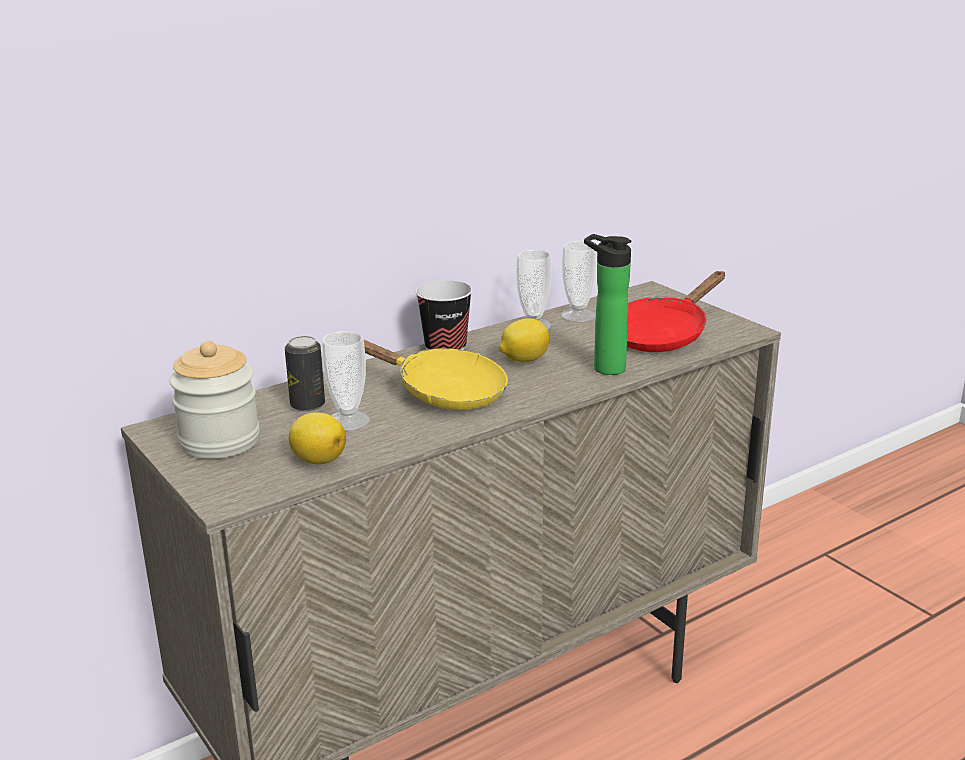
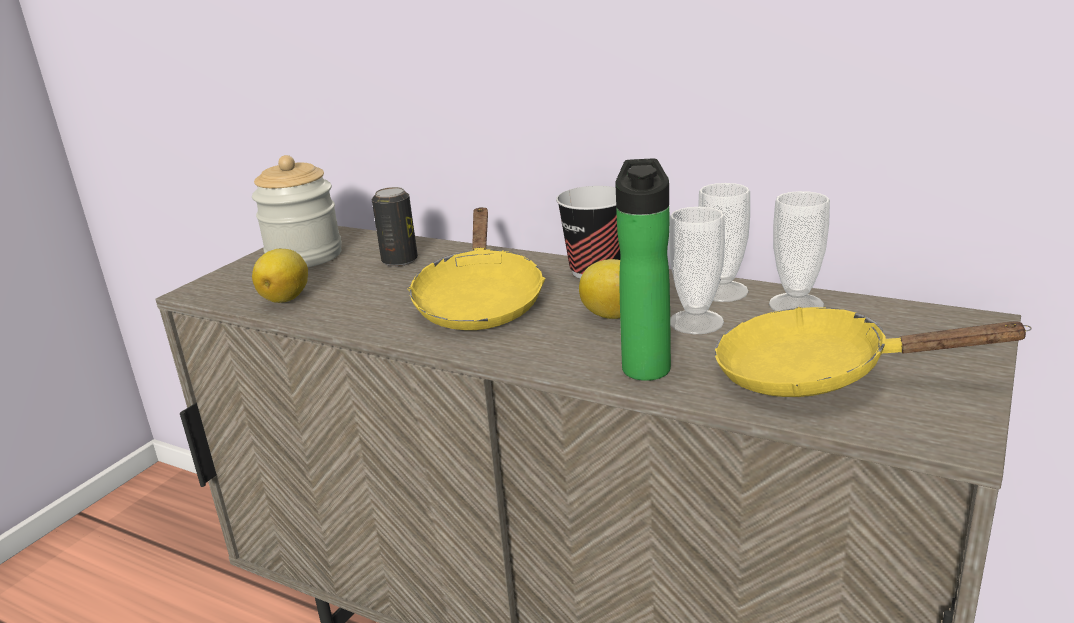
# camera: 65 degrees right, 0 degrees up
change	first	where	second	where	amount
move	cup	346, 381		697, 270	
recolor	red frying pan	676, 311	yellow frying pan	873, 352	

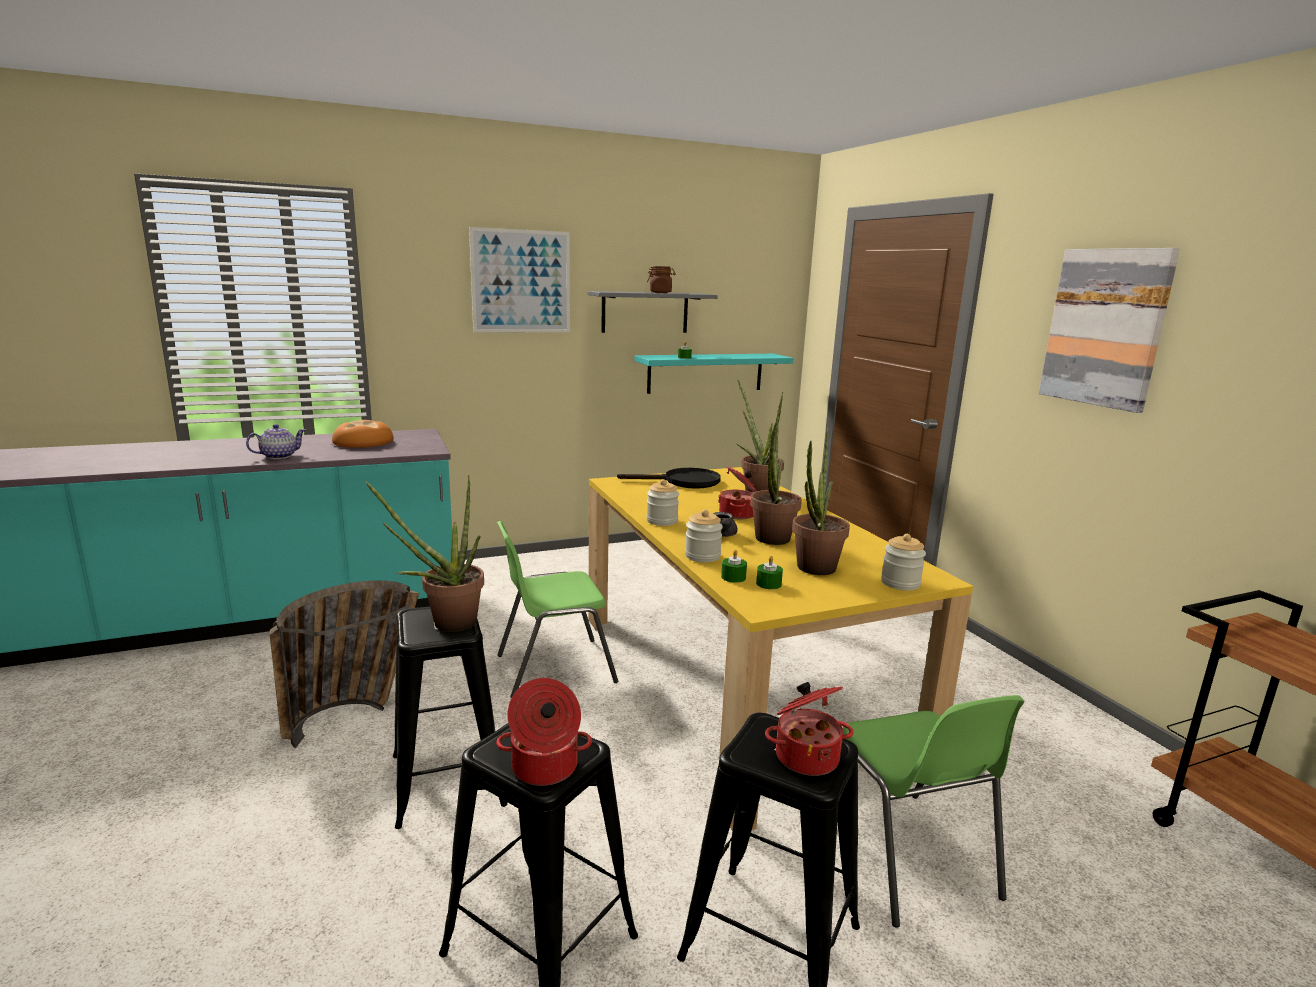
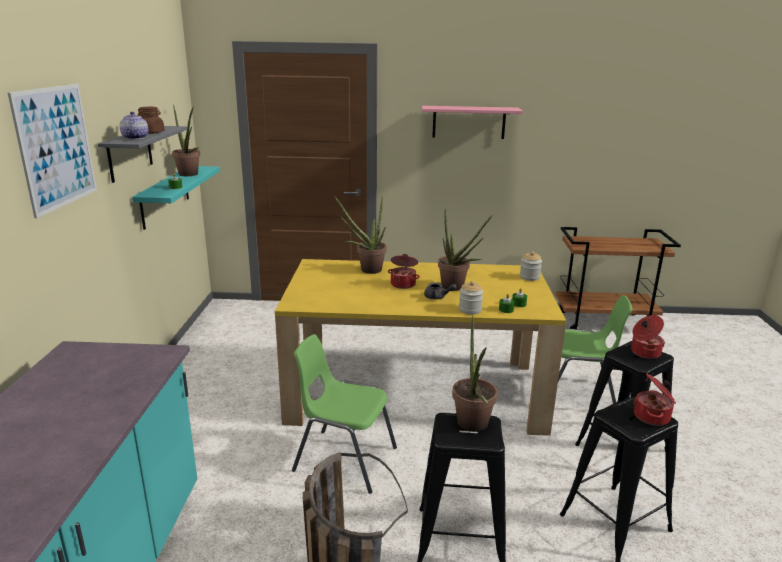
# camera: 65 degrees left, 5 degrees up
change	first	where	second	where	amount
move	teapot	276, 441		134, 126	
move	potted plant	821, 501		186, 140	
rotate	green chair	557, 609		344, 414	105 degrees clockwise
replace	picture	1109, 330	pink shelf	472, 122	
delete	bread	362, 434			
delete	black frying pan	669, 478			
delete	jar	662, 502			

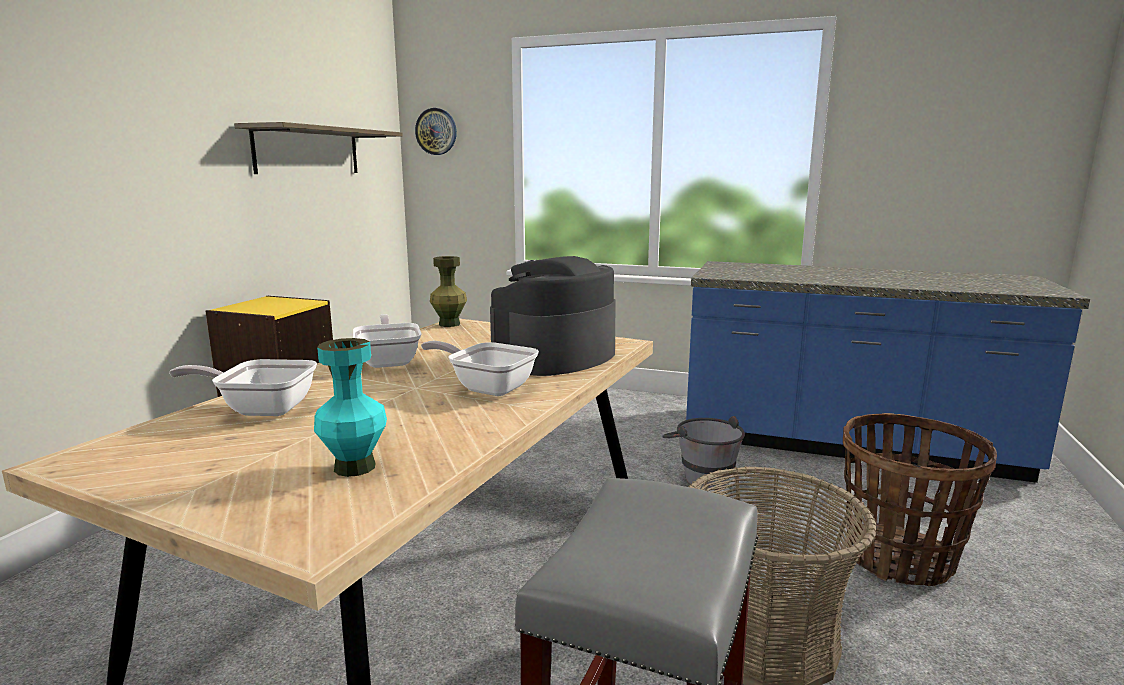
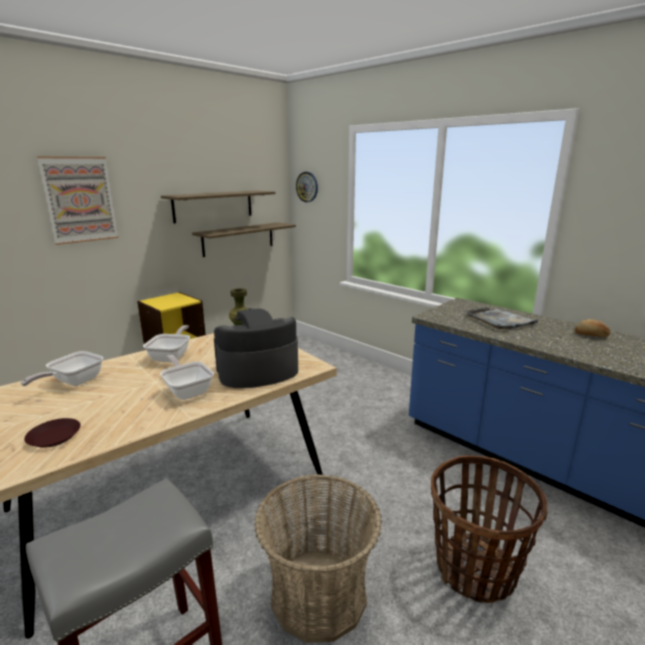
# camera: 25 degrees right, 5 degrees up
change	first	where	second	where	amount
rotate	frying pan	243, 387		62, 368	90 degrees counterclockwise
replace	turquoise vase	350, 407	brown plate	52, 433	
insert			picture	78, 200	
insert			shelf	244, 239	
insert			grey tray	502, 318	
insert			bread	592, 328	
delete	grey bucket	703, 453			

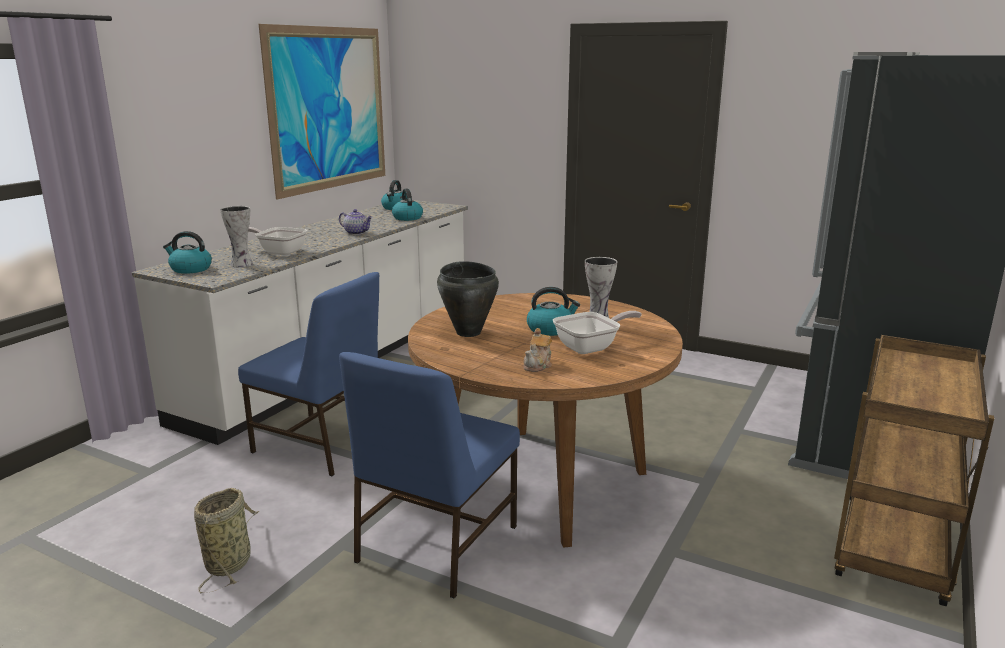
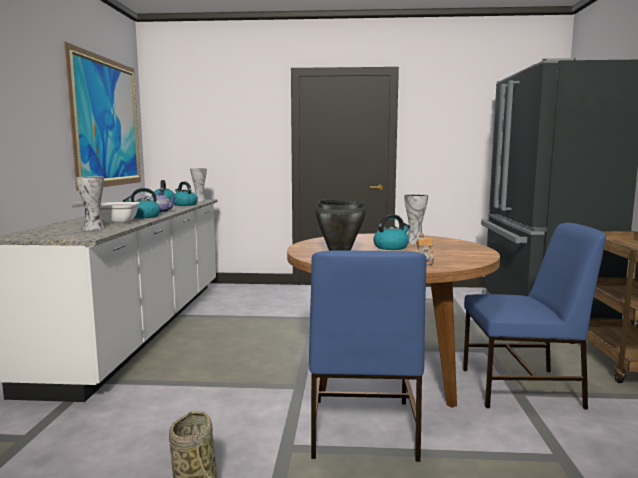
# camera: 25 degrees left, 10 degrees down
change	first	where	second	where	amount
move	kettle	187, 252		141, 203	
insert			vase	198, 185	
move	blue chair	308, 374		534, 316	
delete	frying pan	597, 332			

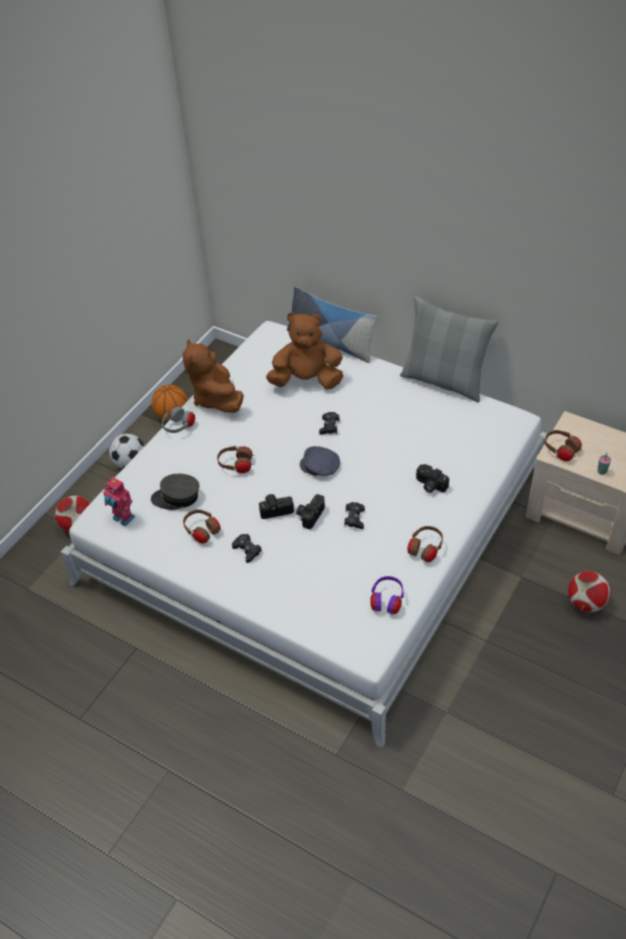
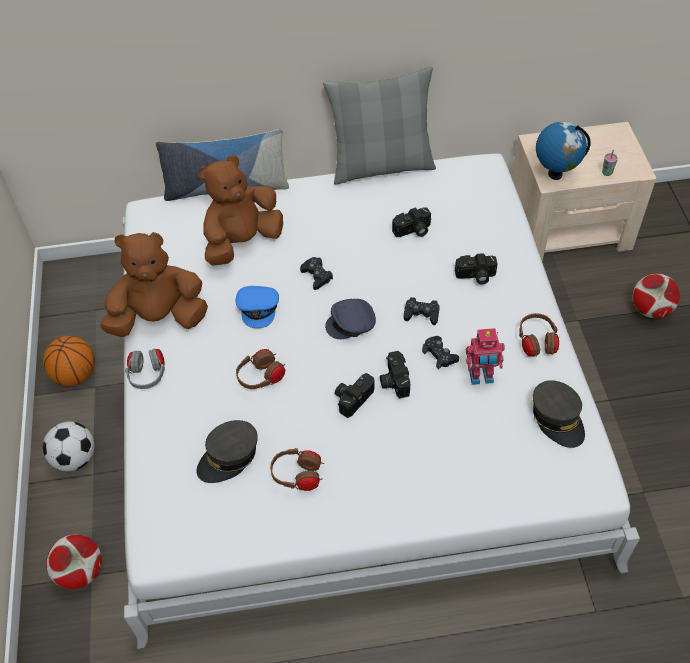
# camera: 40 degrees left, 5 degrees up
change	first	where	second	where	amount
rotate	brown plush toy	213, 376		154, 284	135 degrees clockwise
insert			blue cap	257, 307	
insert			photo camera	411, 222	
move	black game controller	247, 548		421, 311	
move	toy robot	119, 501		485, 356	
replace	purple headphones	387, 595	grey cap	559, 414	
replace	brown headphones	563, 445	globe	563, 151	

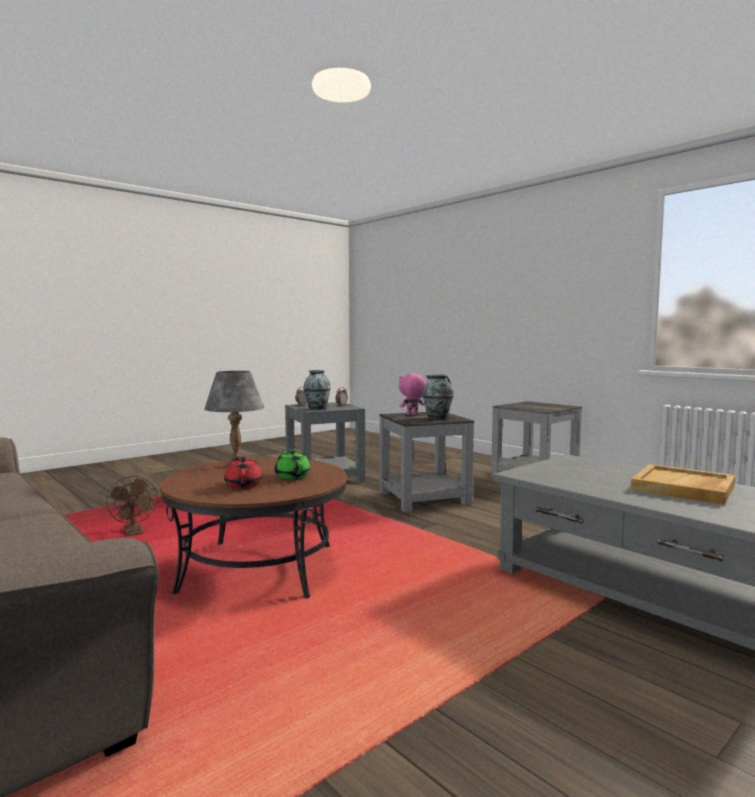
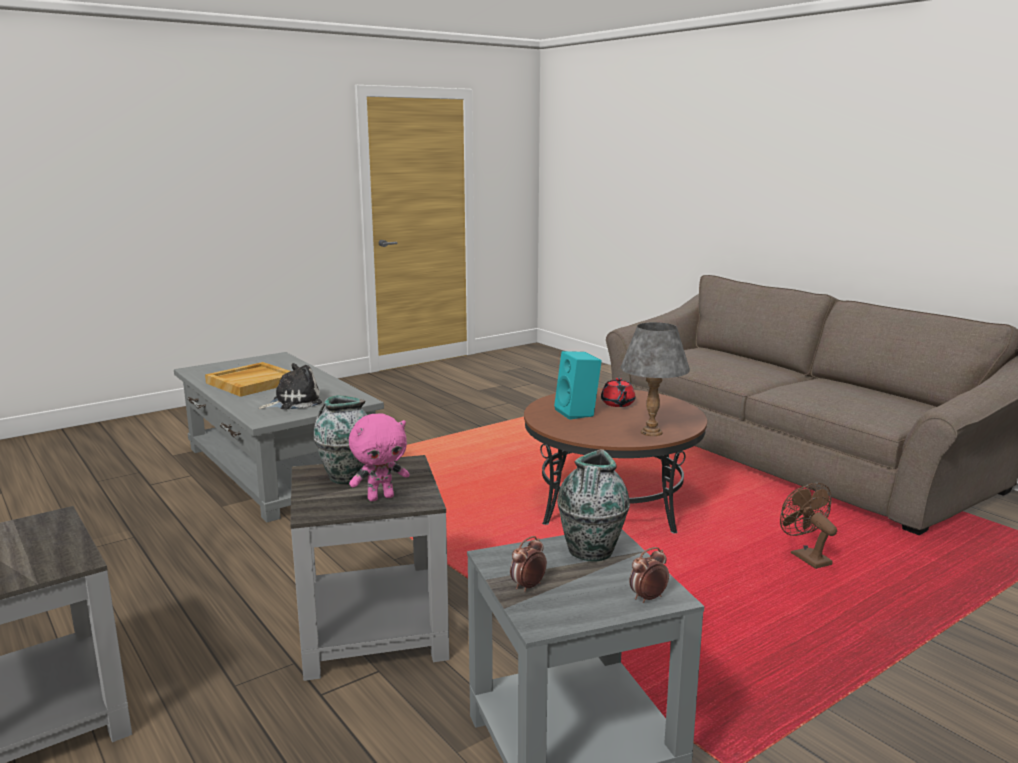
# camera: 175 degrees left, 10 degrees up
change	first	where	second	where	amount
insert			plush toy	290, 386	
replace	green teapot	292, 464	turquoise speaker	578, 385	

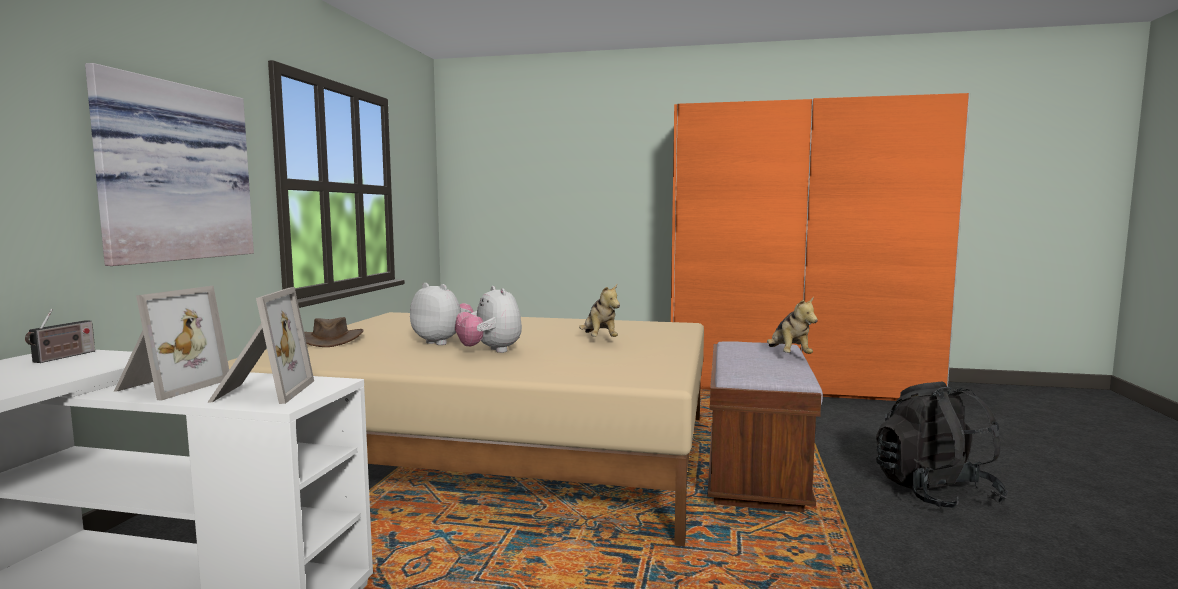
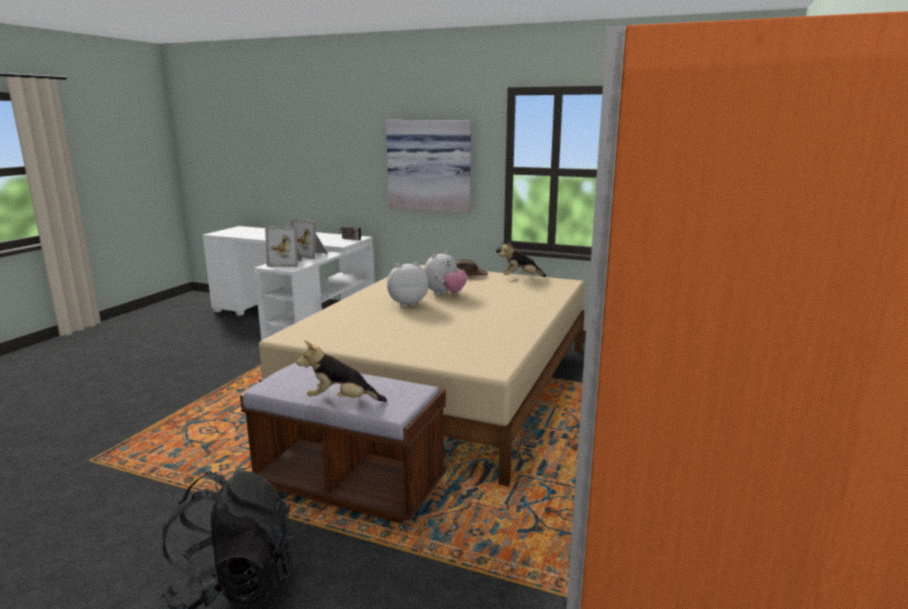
# camera: 100 degrees right, 10 degrees up
change	first	where	second	where	amount
move	plush toy	599, 310		522, 259	

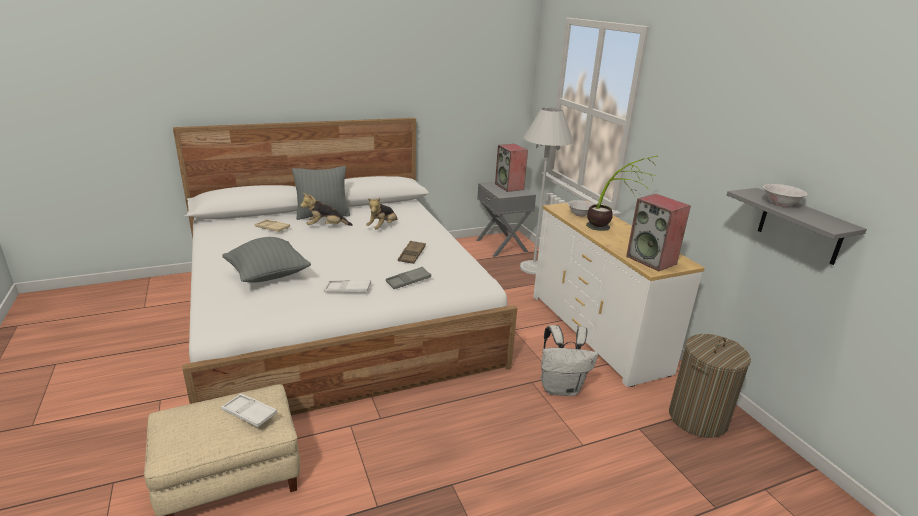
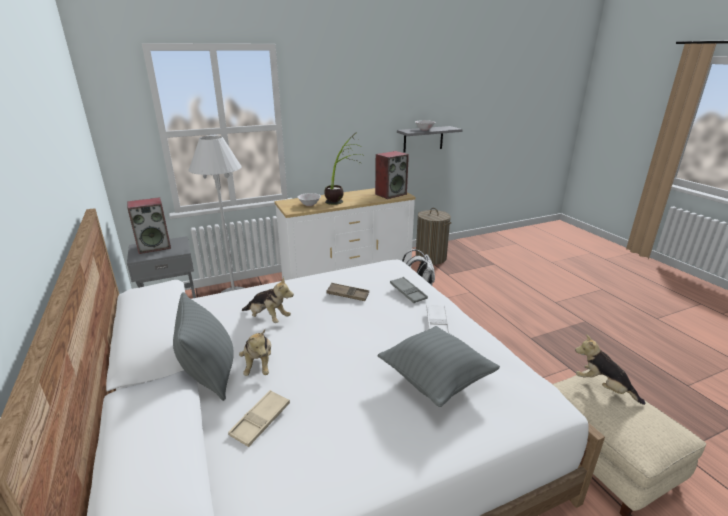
# camera: 90 degrees left, 0 degrees up
change	first	where	second	where	amount
replace	white tray	249, 410	plush toy	610, 369	

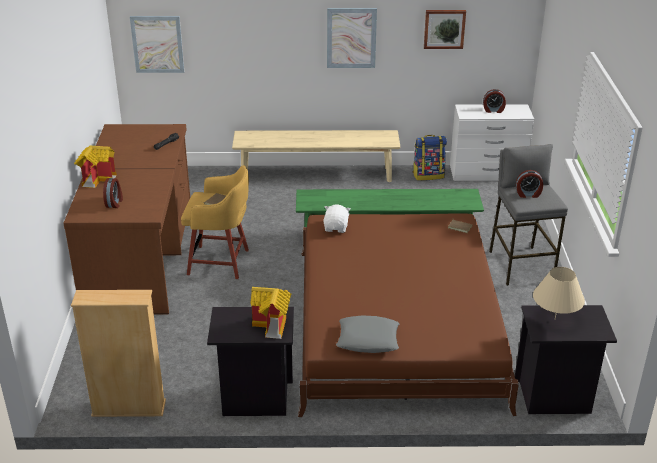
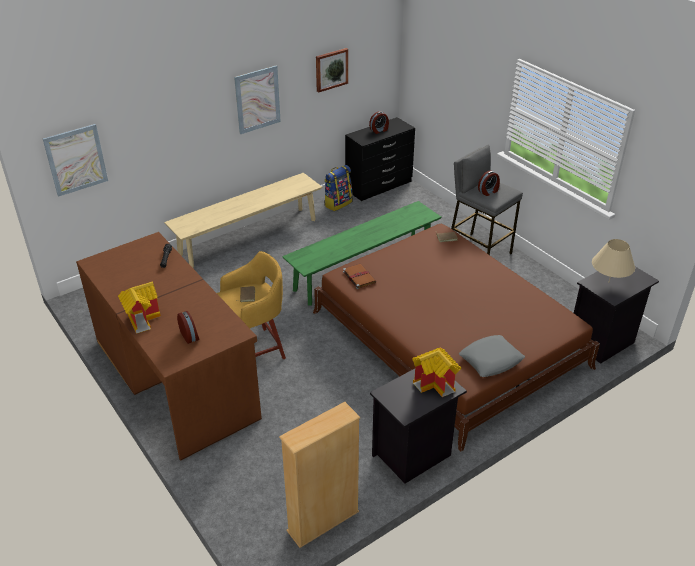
# camera: 35 degrees left, 5 degrees up
change	first	where	second	where	amount
replace	white plush toy	337, 219	brown book	359, 276	
recolor	white dresser	492, 142	black dresser	380, 159	

